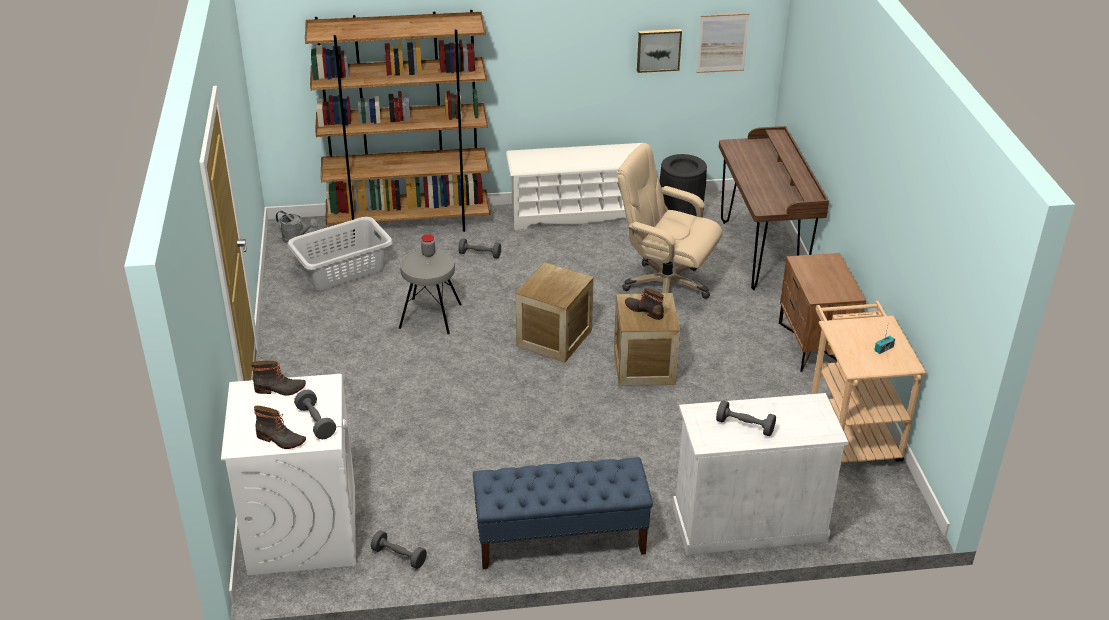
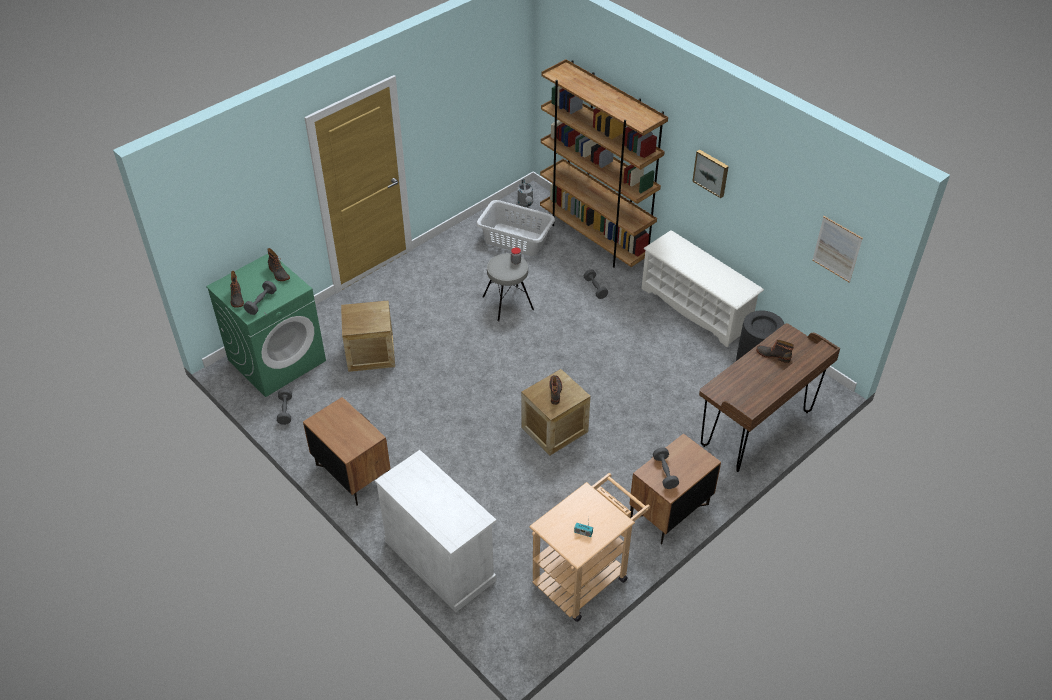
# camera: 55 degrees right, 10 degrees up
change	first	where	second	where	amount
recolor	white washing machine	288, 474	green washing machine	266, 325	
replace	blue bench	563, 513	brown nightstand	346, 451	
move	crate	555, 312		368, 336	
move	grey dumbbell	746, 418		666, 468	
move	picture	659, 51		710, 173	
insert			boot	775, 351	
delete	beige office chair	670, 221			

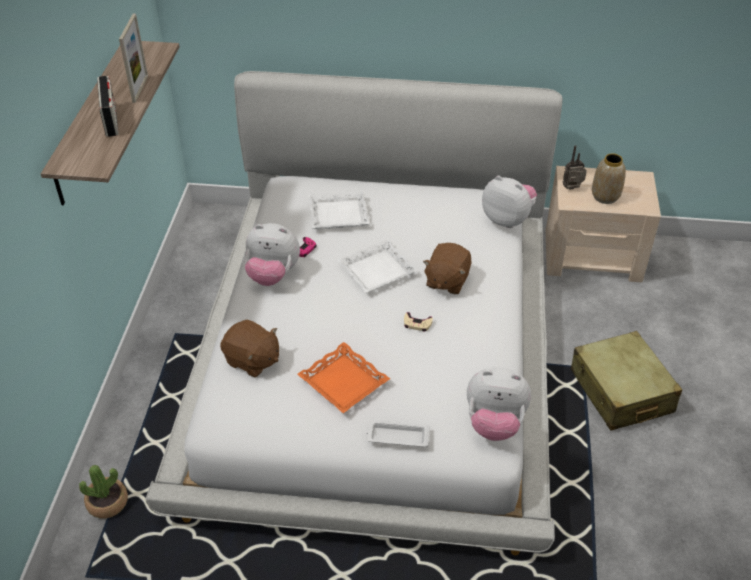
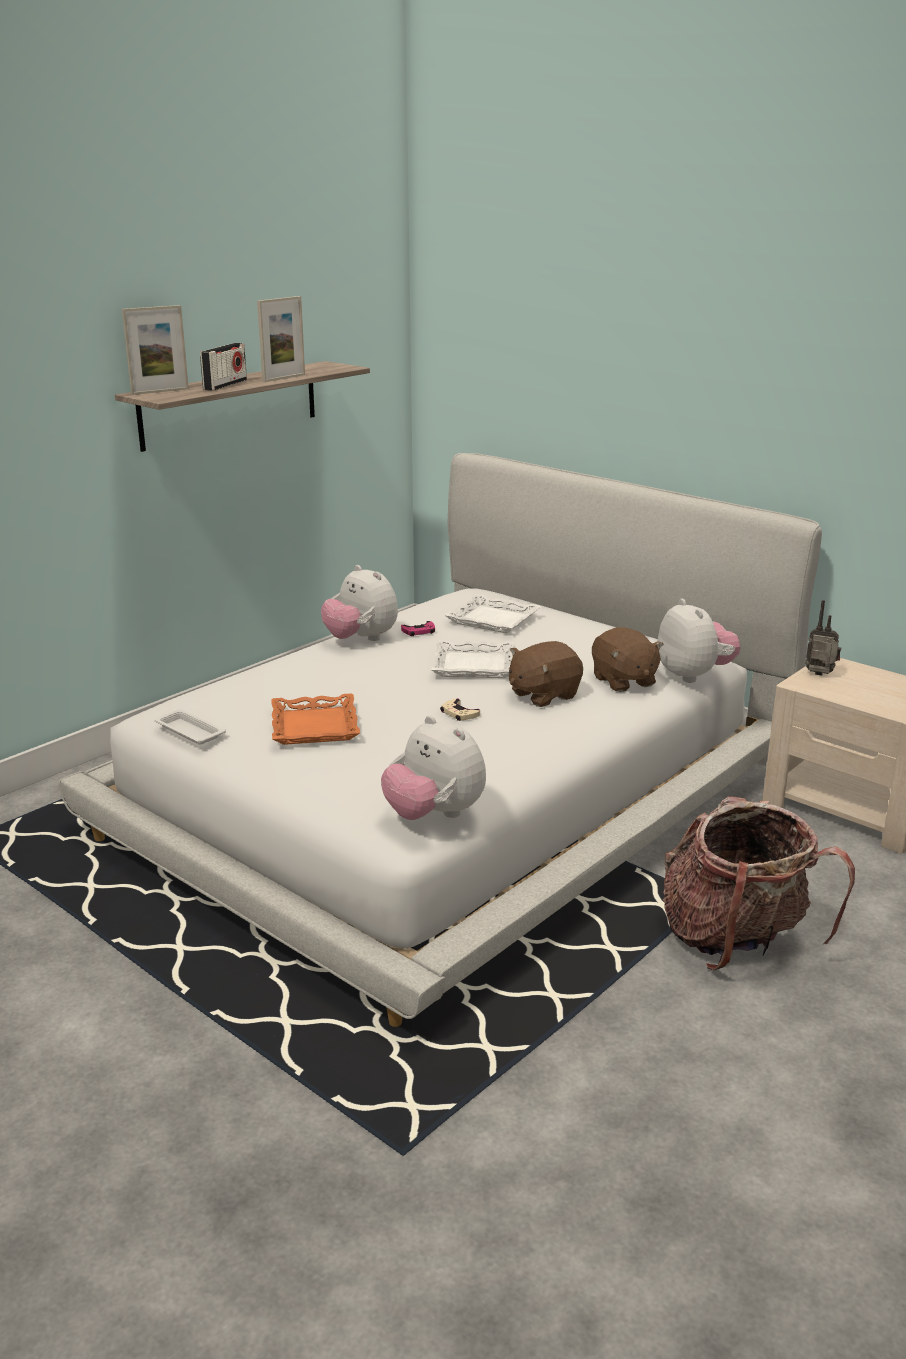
# camera: 35 degrees right, 20 degrees down
change	first	where	second	where	amount
insert			picture frame	155, 350	
move	white tray	397, 433		190, 727	
move	brown plush toy	249, 349		628, 659	
replace	beige suitcase	626, 381	backpack	758, 883	
delete	potted plant	103, 491			
delete	vase	609, 178			

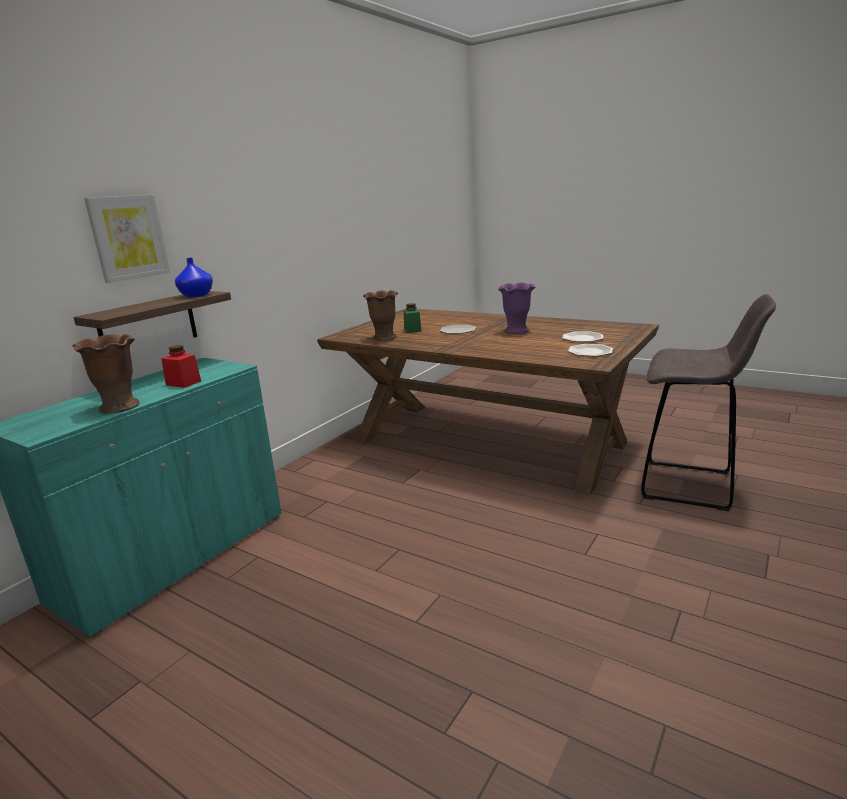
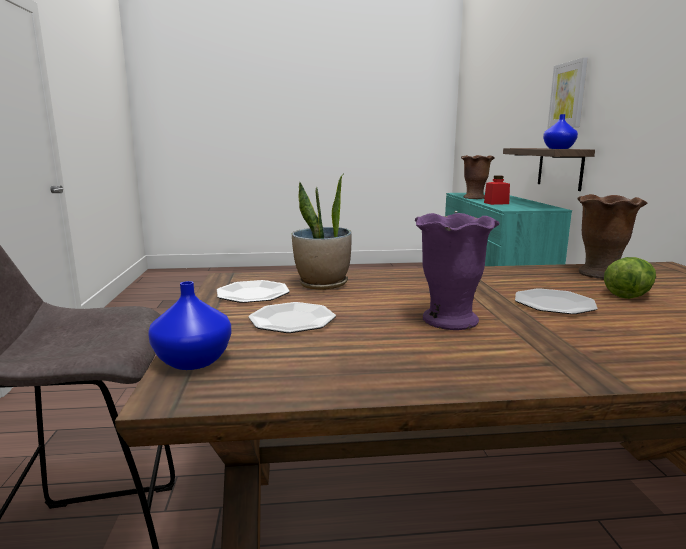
# camera: 140 degrees right, 5 degrees down
change	first	where	second	where	amount
insert			blue vase	190, 325	
insert			potted plant	321, 232	
replace	green jar	413, 318	lettuce	630, 278	

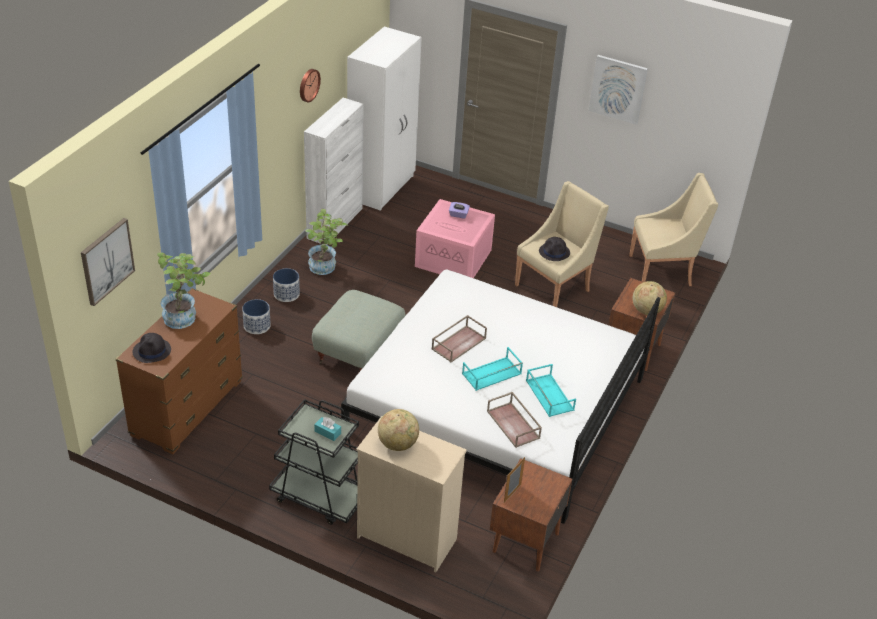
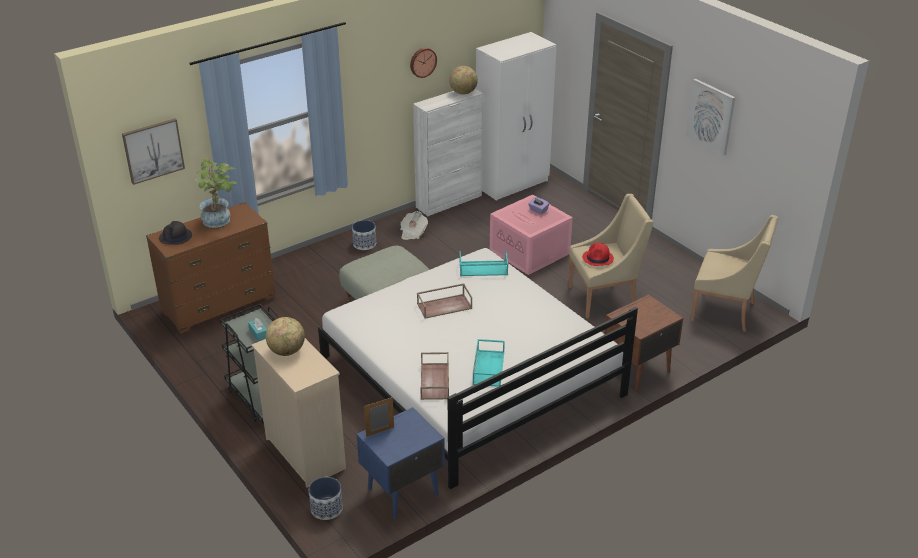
# camera: 30 degrees right, 5 degrees down
change	first	where	second	where	amount
move	planter	256, 316		326, 498	
recolor	brown nightstand	531, 514	blue nightstand	401, 463	
replace	potted plant	326, 242	newspaper	414, 225	
move	globe	649, 298		463, 80	
move	turquoise tray	492, 369		483, 263	
recolor	black hat	554, 249	red hat	598, 254	

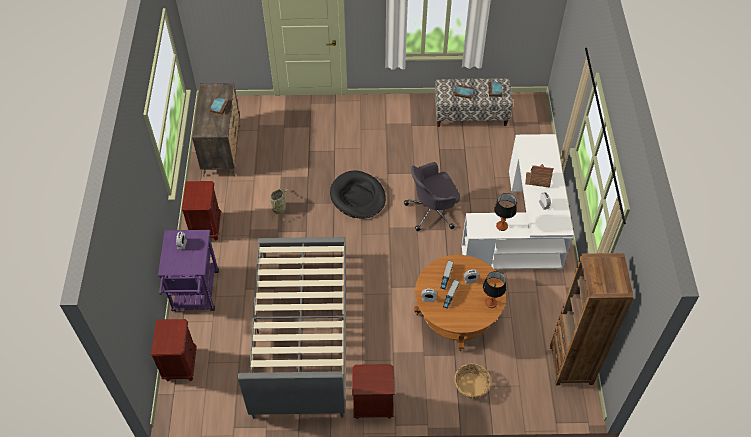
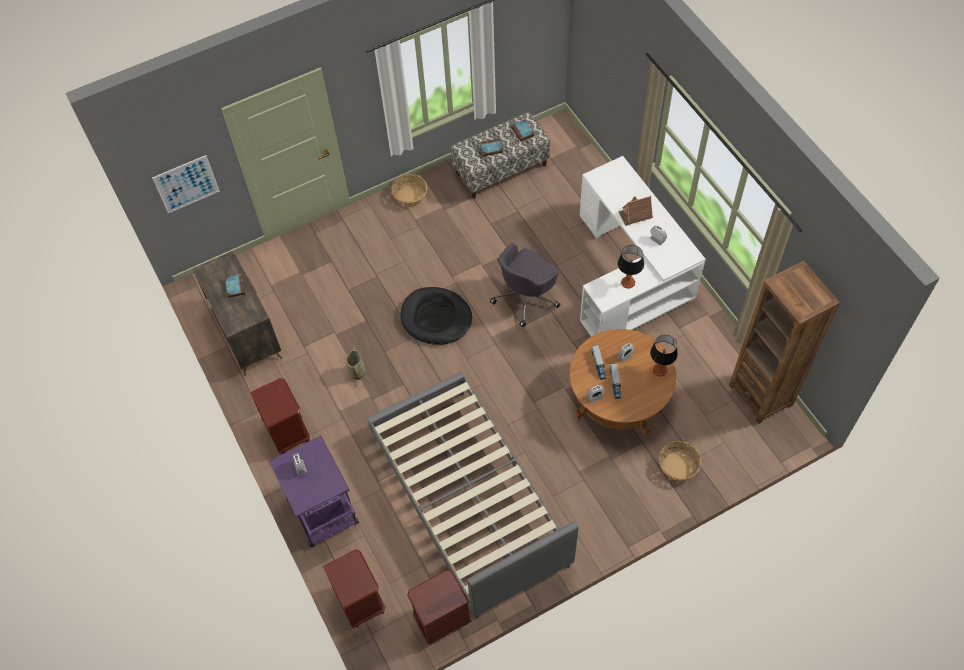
# camera: 25 degrees left, 5 degrees up
change	first	where	second	where	amount
insert			picture	186, 184	
insert			basket	409, 190	
move	brown nightstand	373, 391		439, 607	

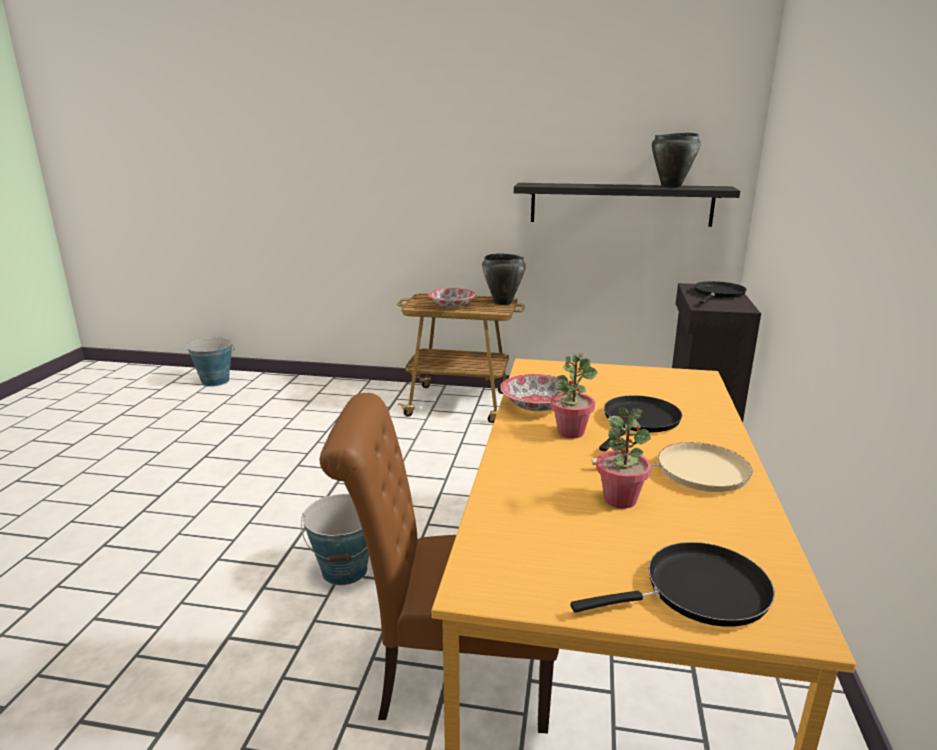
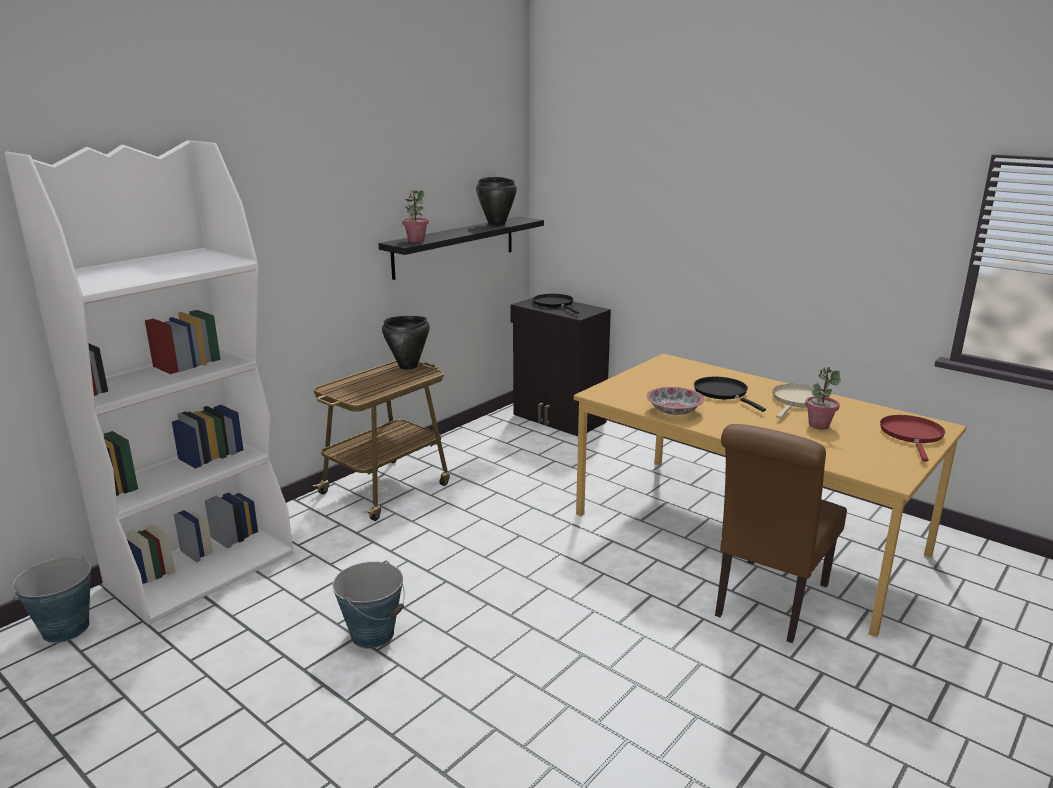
# camera: 60 degrees left, 0 degrees up
change	first	where	second	where	amount
insert			white bookcase	148, 382	
move	bucket	335, 539		368, 604	
move	potted plant	574, 395		415, 216	
recolor	black frying pan	672, 584	red frying pan	912, 438	
delete	bowl	452, 298			

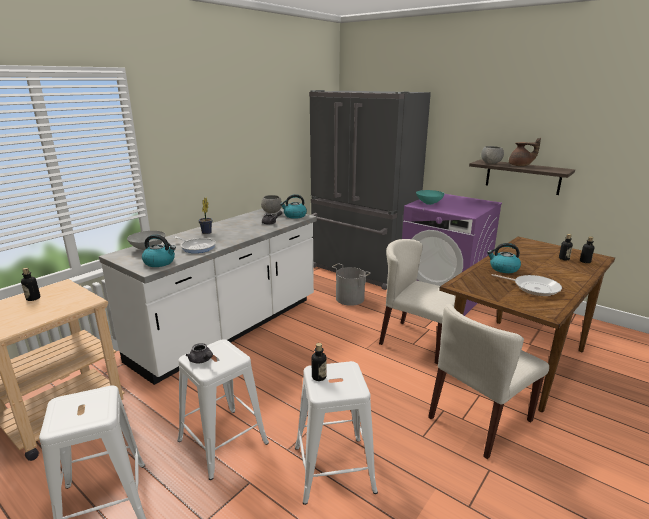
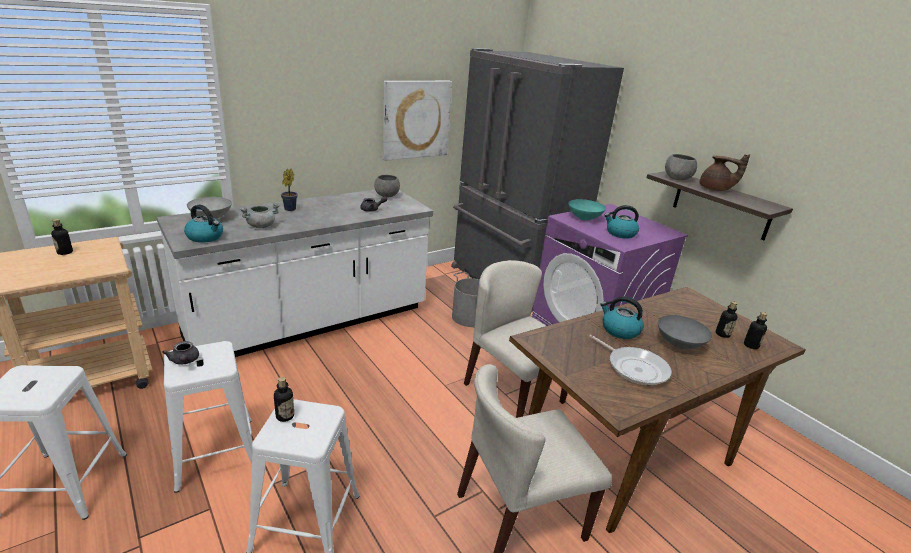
# camera: 15 degrees right, 5 degrees up
change	first	where	second	where	amount
replace	frying pan	194, 245	grey cooking pot	260, 215	
insert			picture	417, 121	
move	kettle	293, 206		621, 222	
insert			grey bowl	685, 332	

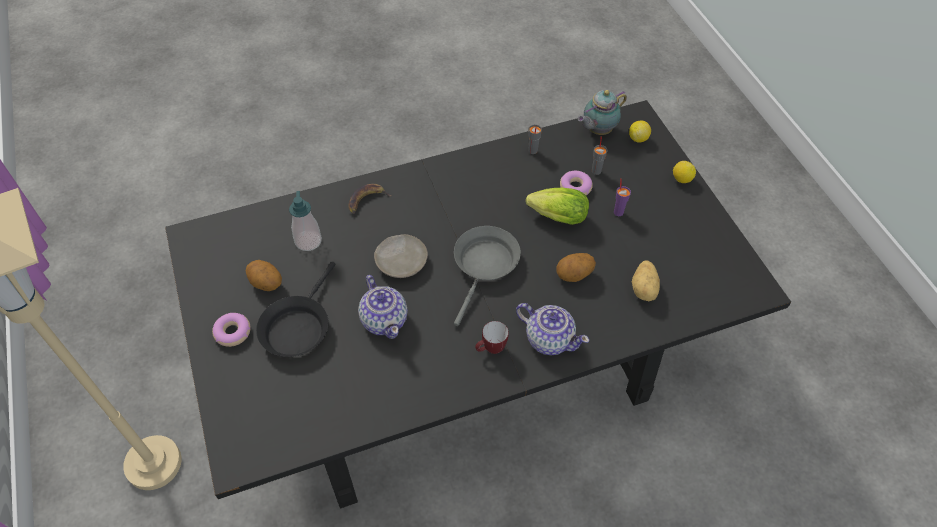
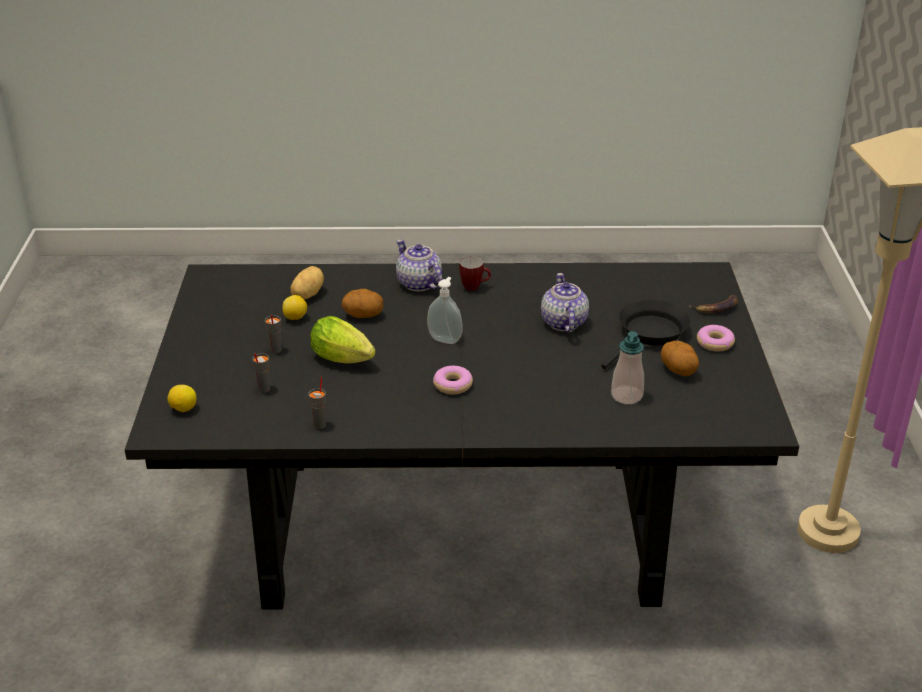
# camera: 160 degrees left, 20 degrees down
change	first	where	second	where	amount
recolor	purple cup	622, 197	grey cup	273, 334	
move	lemon	684, 172		295, 307	
replace	grey frying pan	487, 276	soap dispenser	445, 310	
move	donut	576, 183		453, 380	
move	banana	370, 199		713, 304	
delete	beige plate	401, 256			
delete	teapot	602, 112			

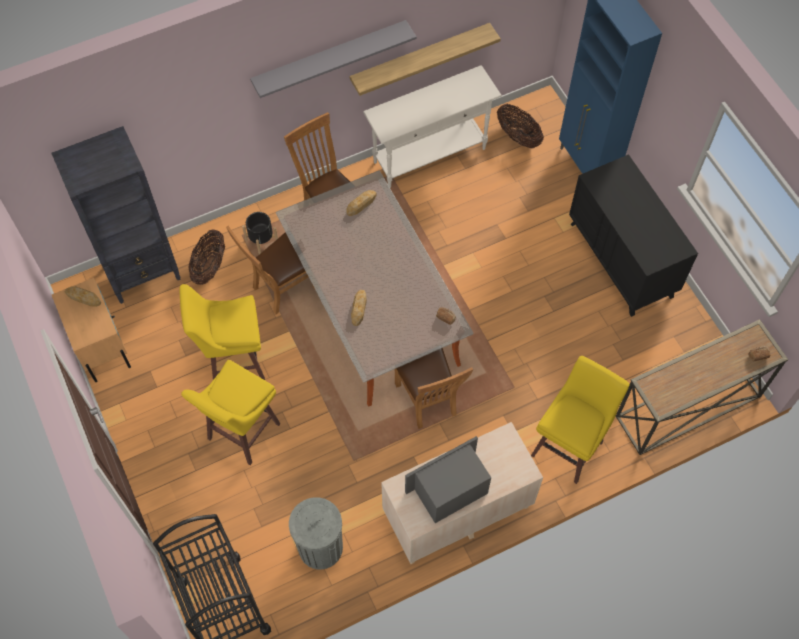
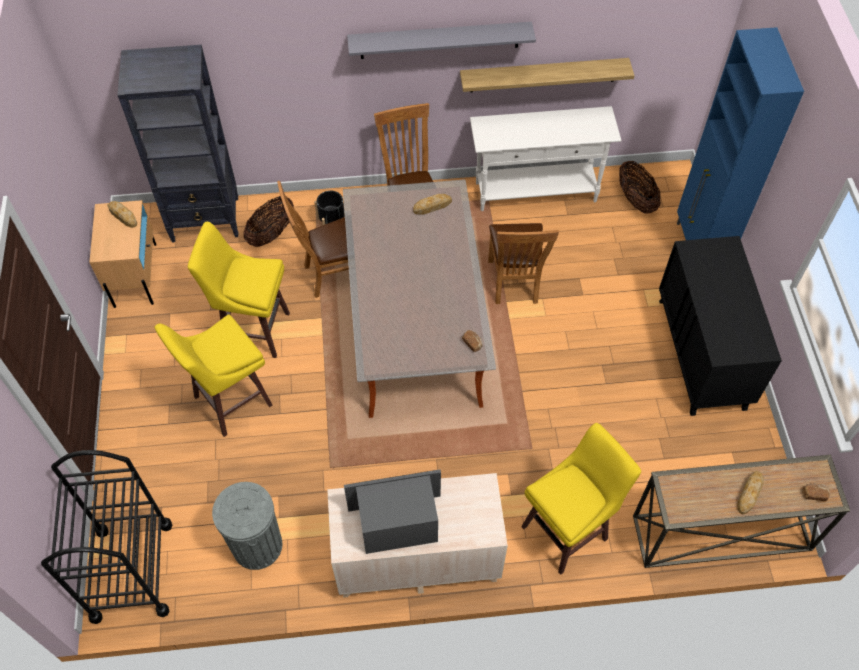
# camera: 20 degrees right, 5 degrees down
change	first	where	second	where	amount
move	brown chair	434, 388		523, 263	
move	bread	359, 308		750, 492	

